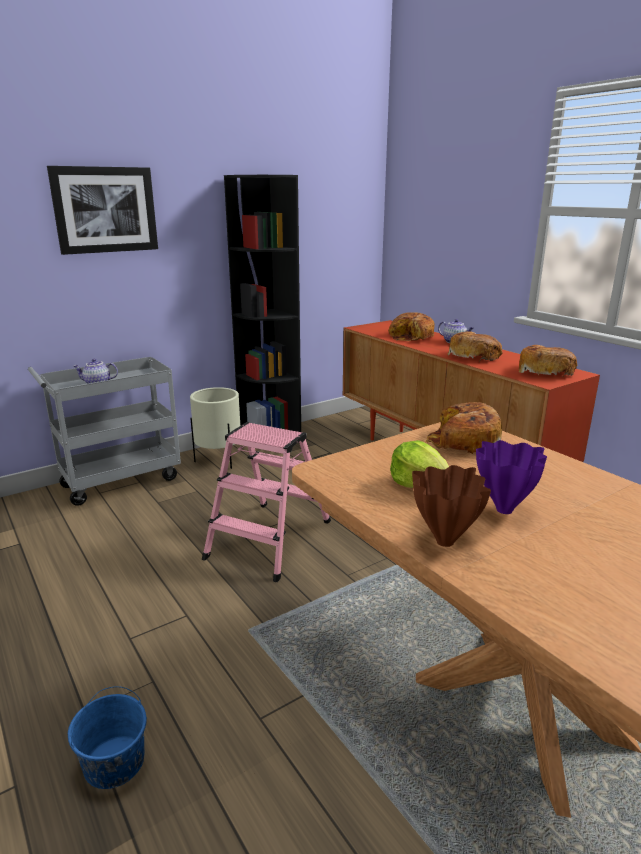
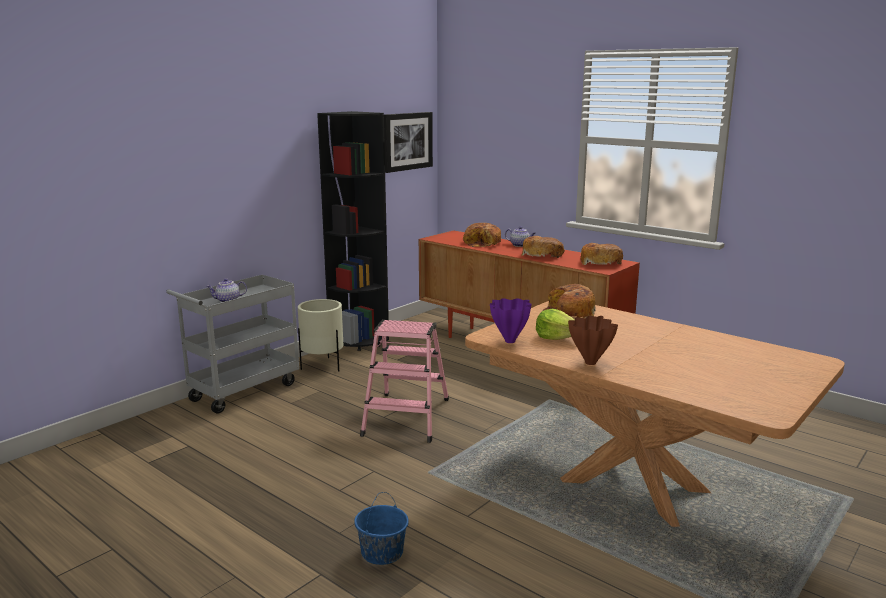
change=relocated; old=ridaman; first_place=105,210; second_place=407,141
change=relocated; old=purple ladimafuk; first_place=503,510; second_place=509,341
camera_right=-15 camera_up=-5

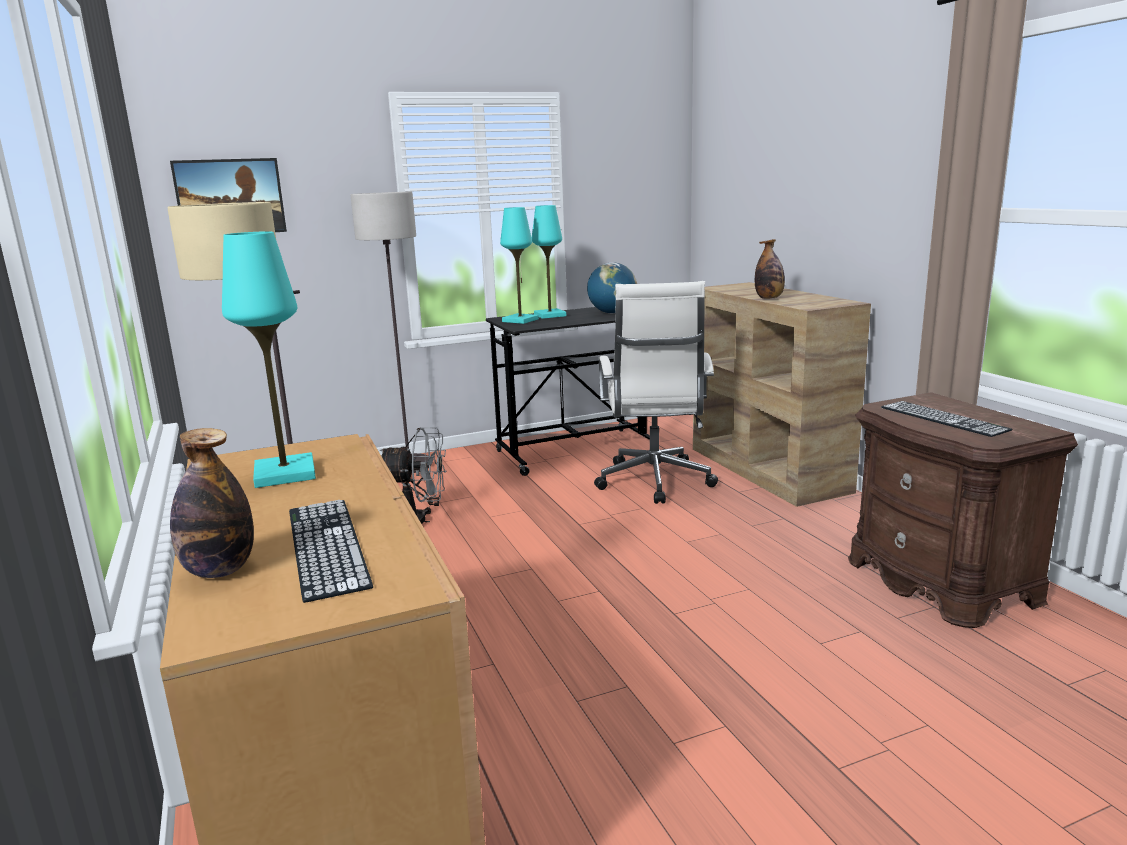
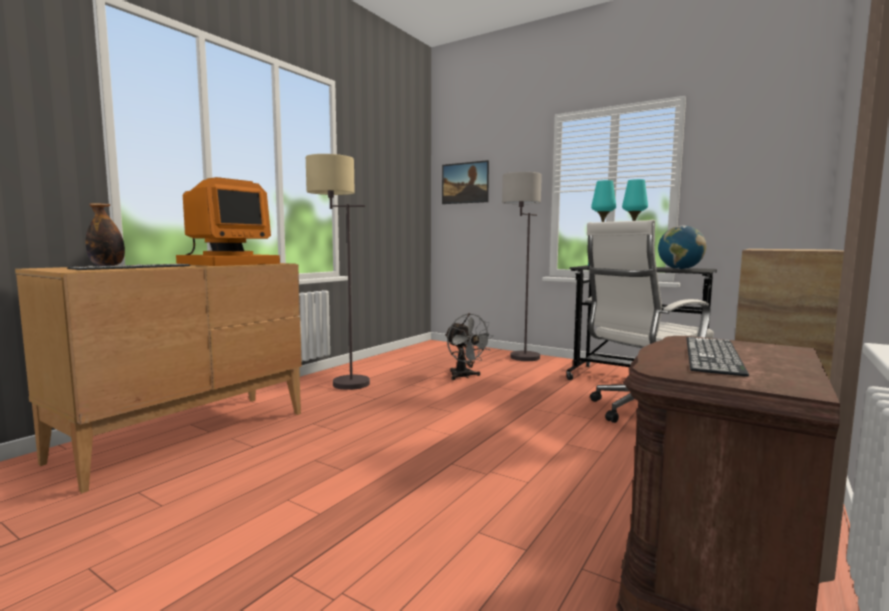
change=exchanged; old=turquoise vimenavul; new=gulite; first_place=284,474; second_place=228,263
change=missing; old=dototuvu; first_place=769,298
camera_right=55 camera_up=-10

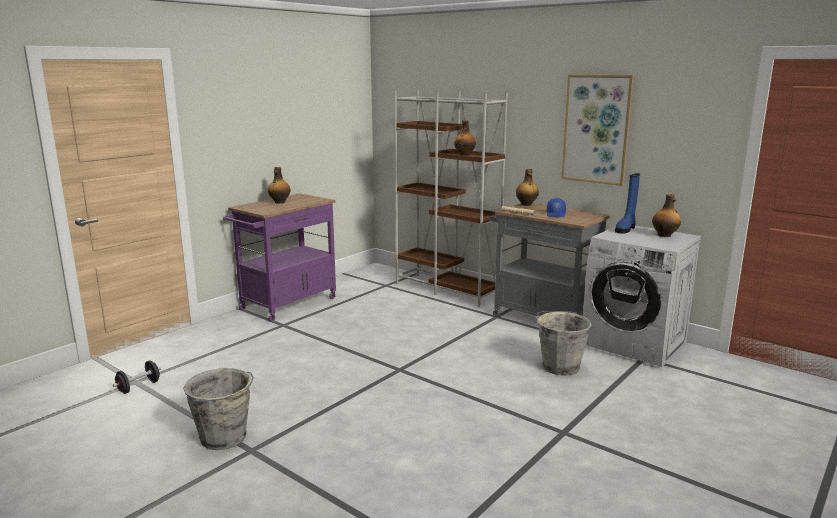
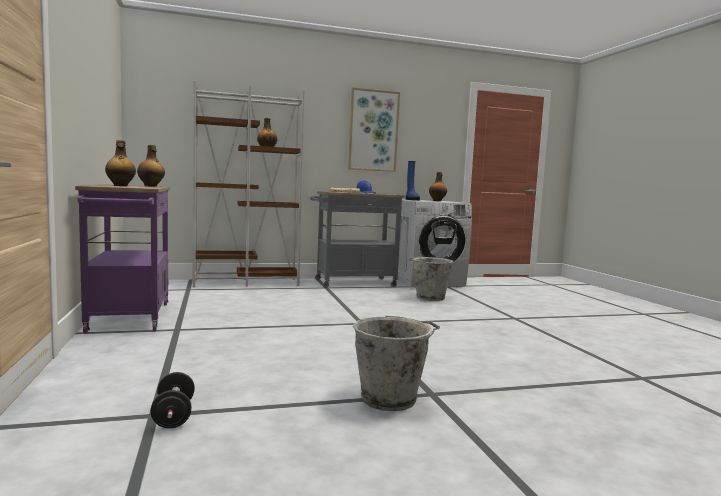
change=relocated; old=dototuvu; first_place=526,205; second_place=151,186
camera_right=-55 camera_up=-10

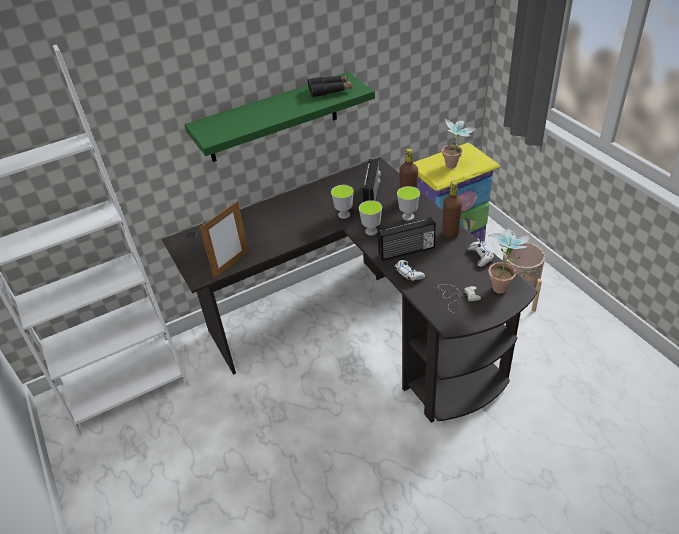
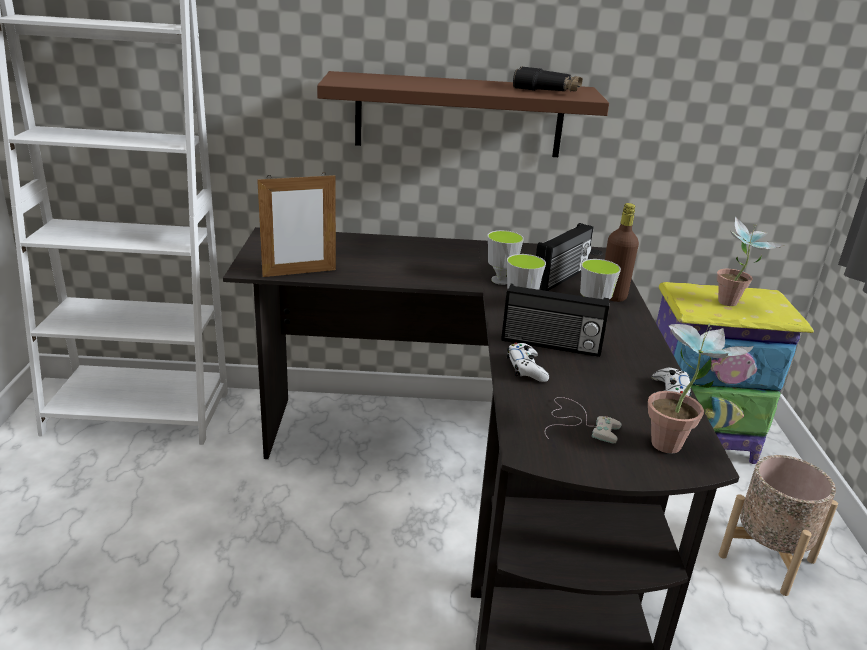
change=colour; old=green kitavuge; new=brown kitavuge; first_place=273,118; second_place=459,115
change=missing; old=brown dototuvu; first_place=450,233
camera_right=25 camera_up=-15

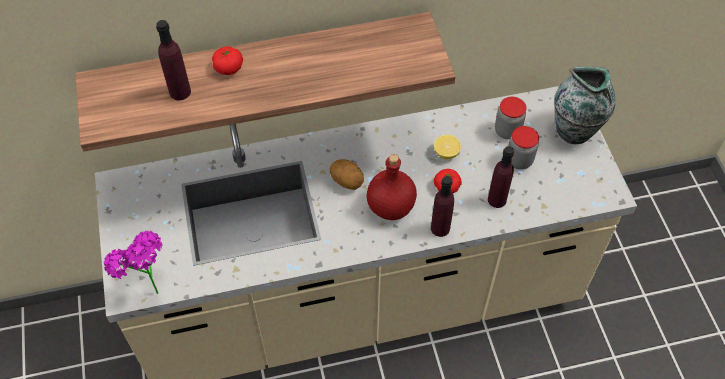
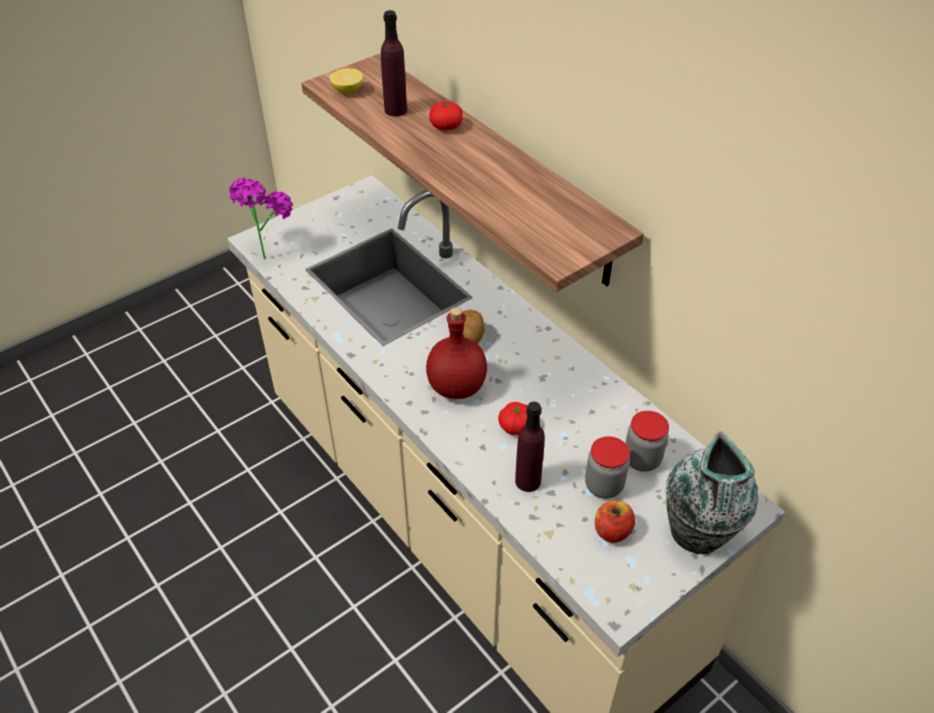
change=relocated; old=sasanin; first_place=446,153; second_place=347,91
change=missing; old=purple dototuvu; first_place=440,228
change=appeared; new=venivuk; second_place=612,531
camera_right=65 camera_up=-10

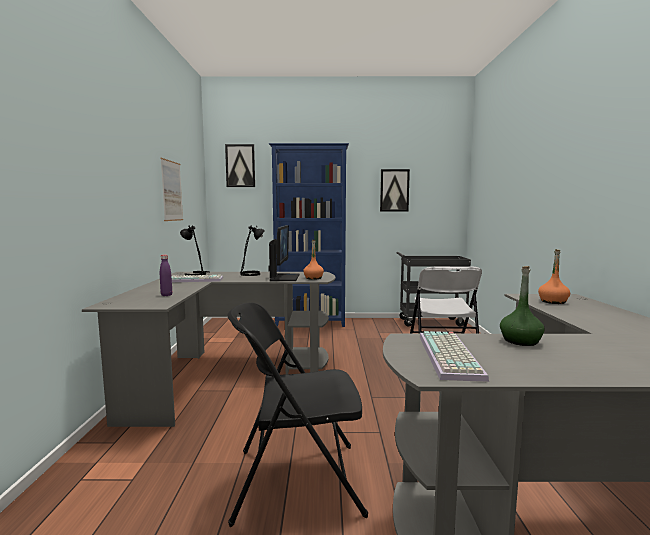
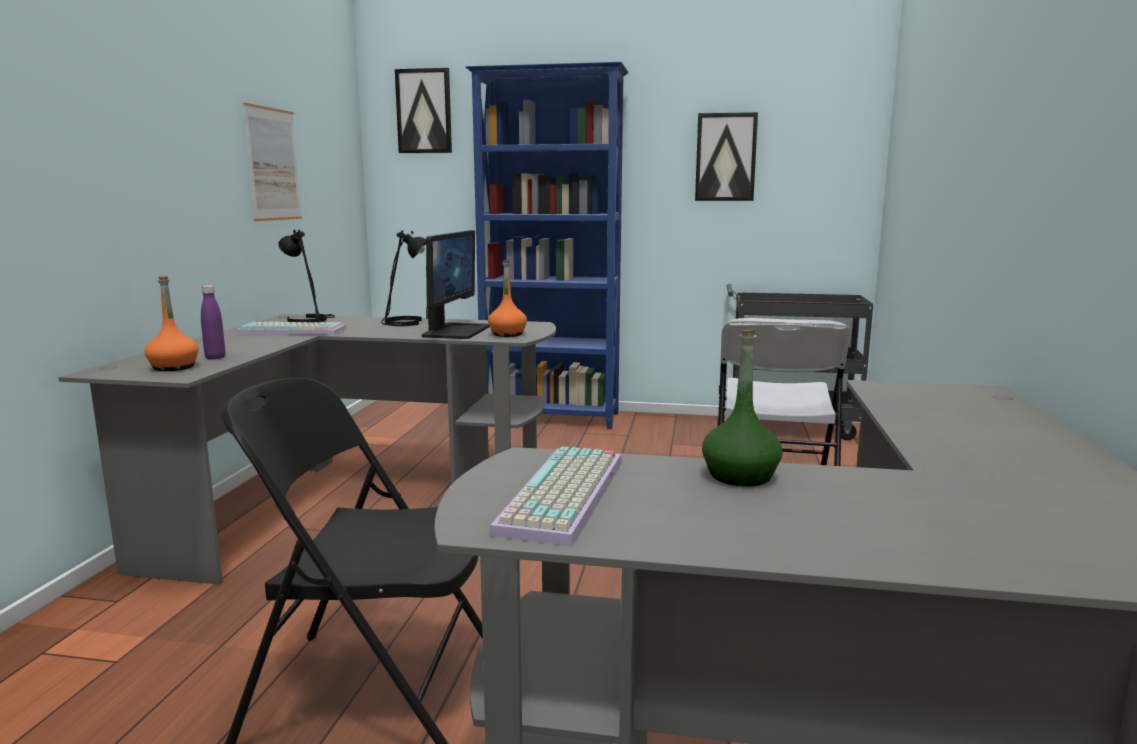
change=relocated; old=orange dototuvu; first_place=553,301; second_place=174,367
camera_right=10 camera_up=5

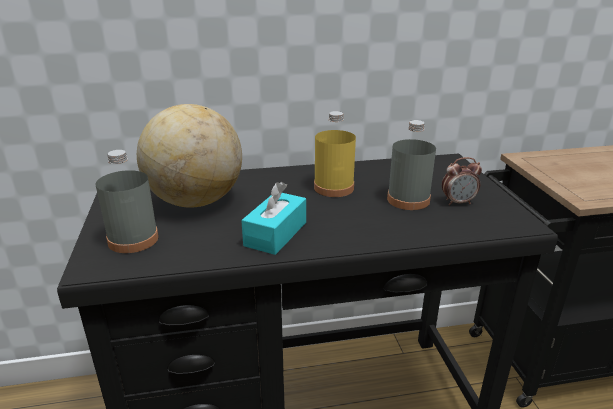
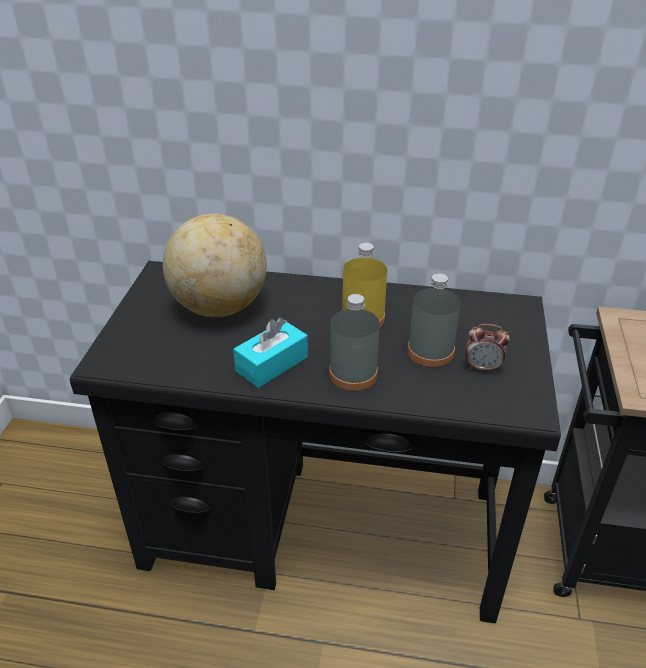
change=relocated; old=grey dototuvu; first_place=133,239; second_place=353,374
camera_right=20 camera_up=10

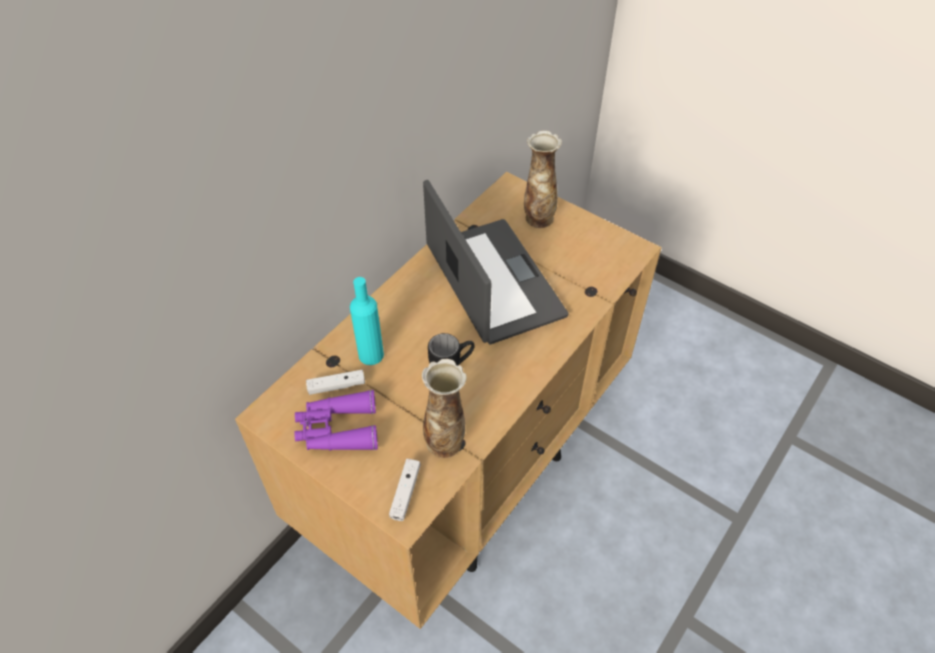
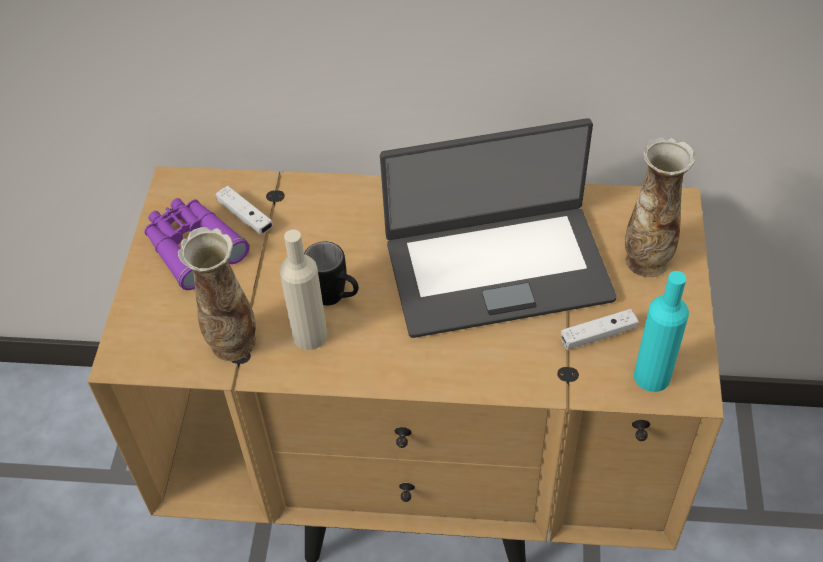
change=spun; old=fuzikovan; first_place=492,281; second_place=497,268; degrees=45
change=relocated; old=turquoise dototuvu; first_place=371,355; second_place=652,376
change=relocated; old=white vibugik; first_place=405,492; second_place=598,335
change=appeared; new=beige dototuvu; second_place=310,335
camera_right=60 camera_up=0

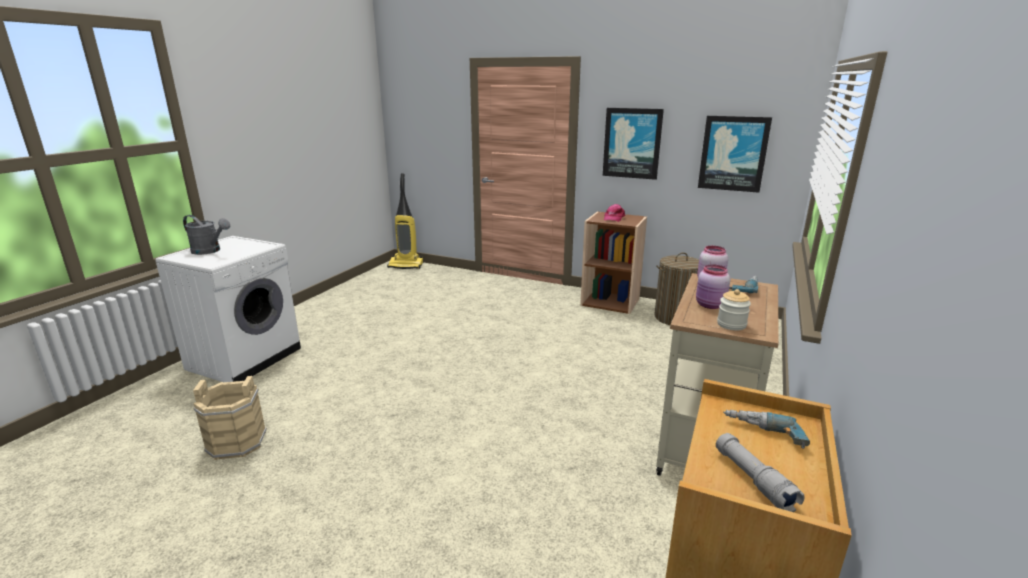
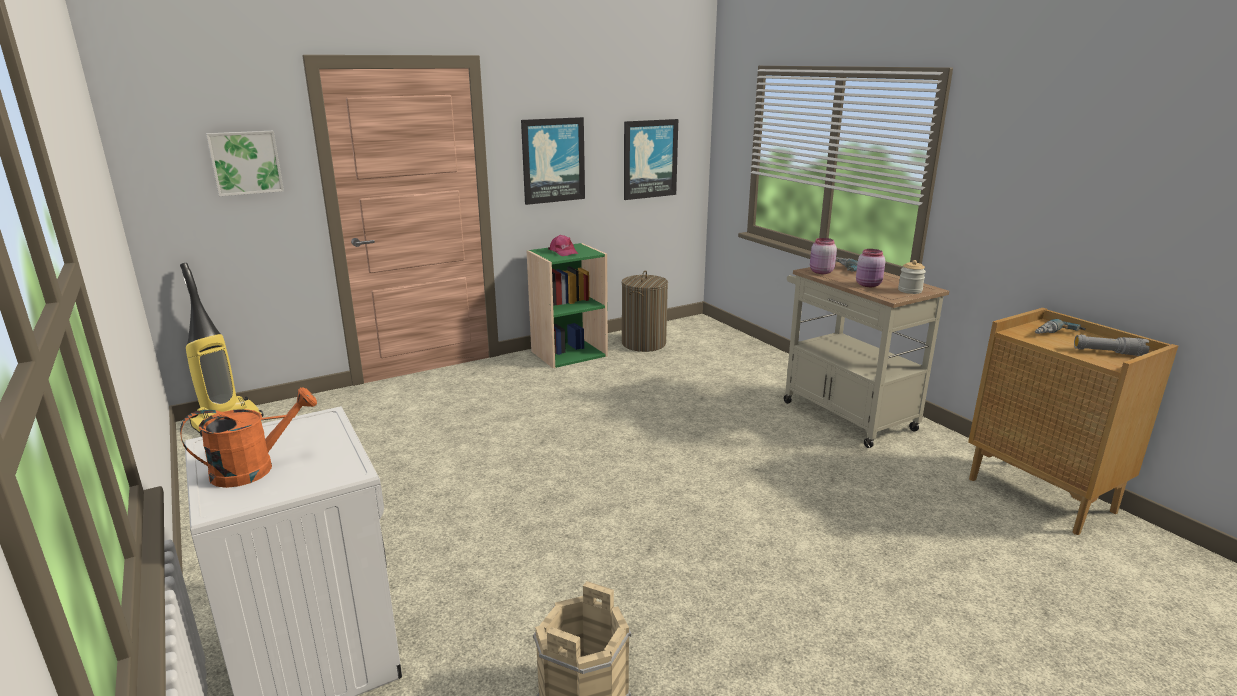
change=colour; old=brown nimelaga; new=green nimelaga; first_place=611,302; second_place=569,353
change=colour; old=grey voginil; new=orange voginil; first_place=210,251; second_place=254,469
change=appeared; new=ridaman; second_place=245,162
camera_right=-55 camera_up=0

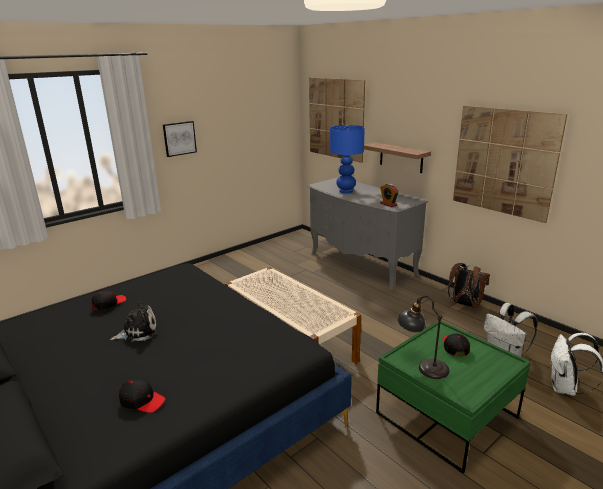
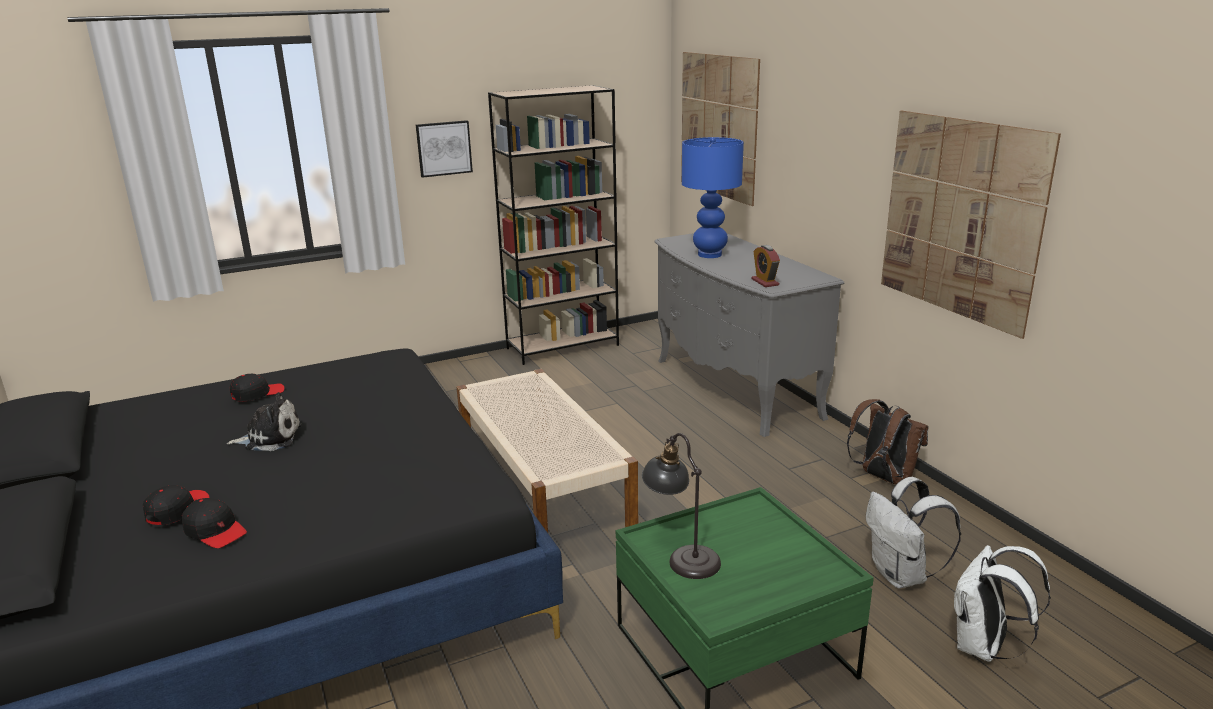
change=missing; old=kitavuge; first_place=401,157
change=relocated; old=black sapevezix; first_place=454,347; second_place=177,510
change=appeared; new=beige nimelaga; second_place=563,346
camera_right=15 camera_up=0

